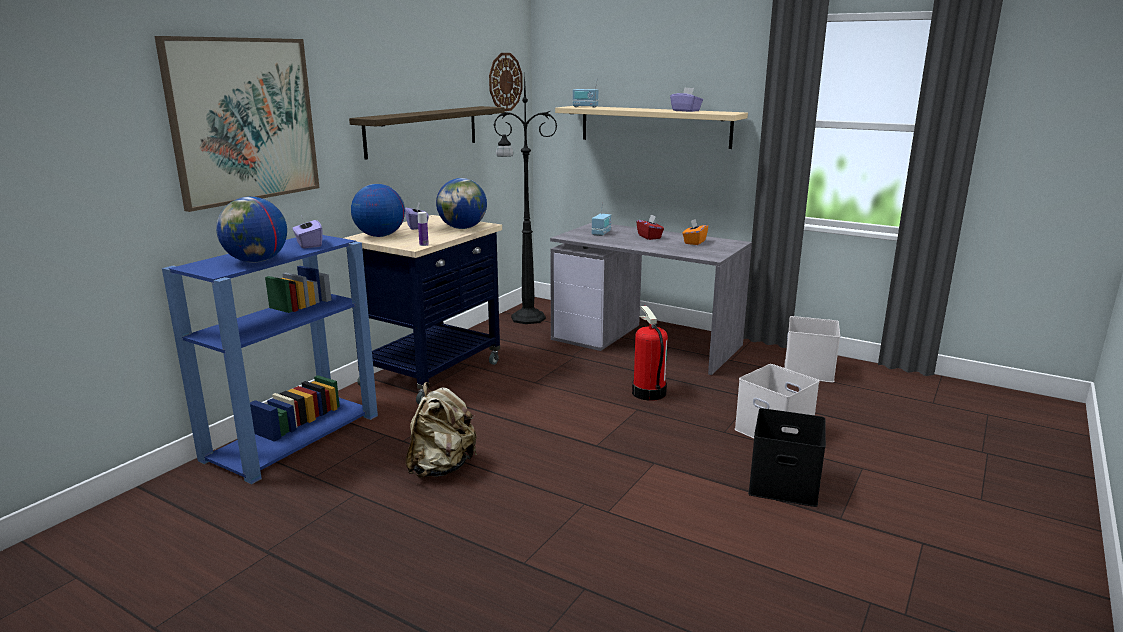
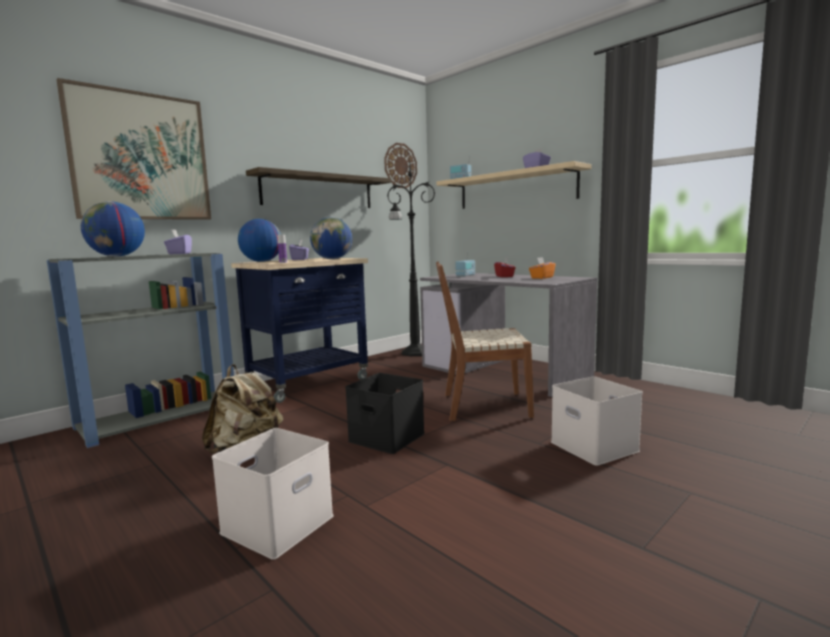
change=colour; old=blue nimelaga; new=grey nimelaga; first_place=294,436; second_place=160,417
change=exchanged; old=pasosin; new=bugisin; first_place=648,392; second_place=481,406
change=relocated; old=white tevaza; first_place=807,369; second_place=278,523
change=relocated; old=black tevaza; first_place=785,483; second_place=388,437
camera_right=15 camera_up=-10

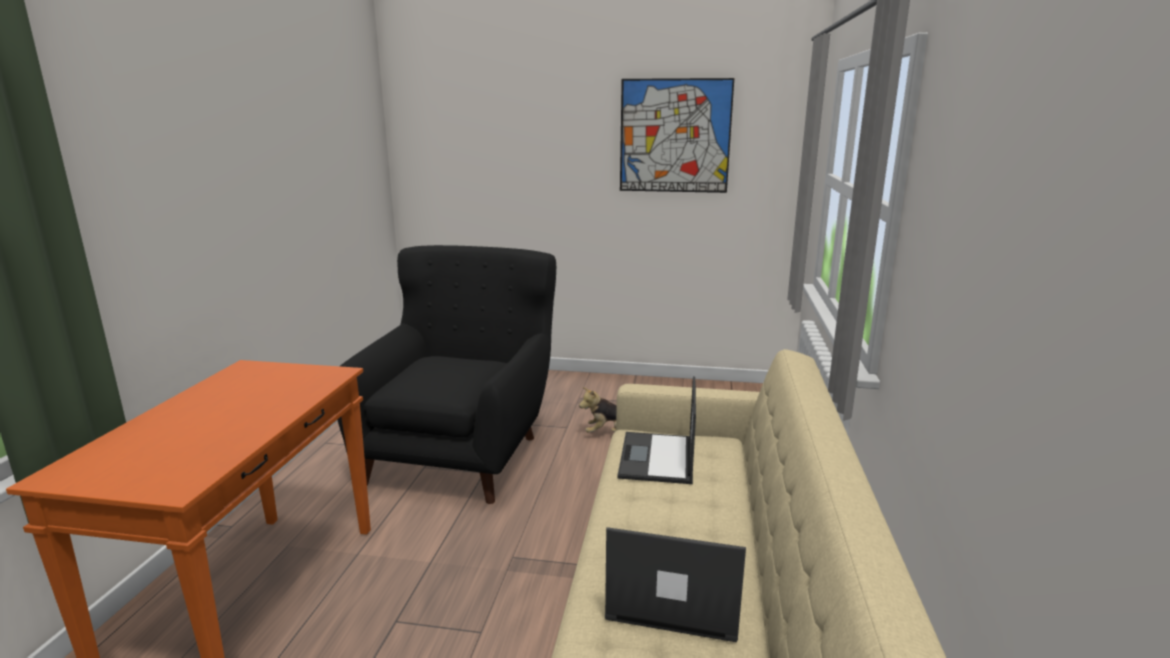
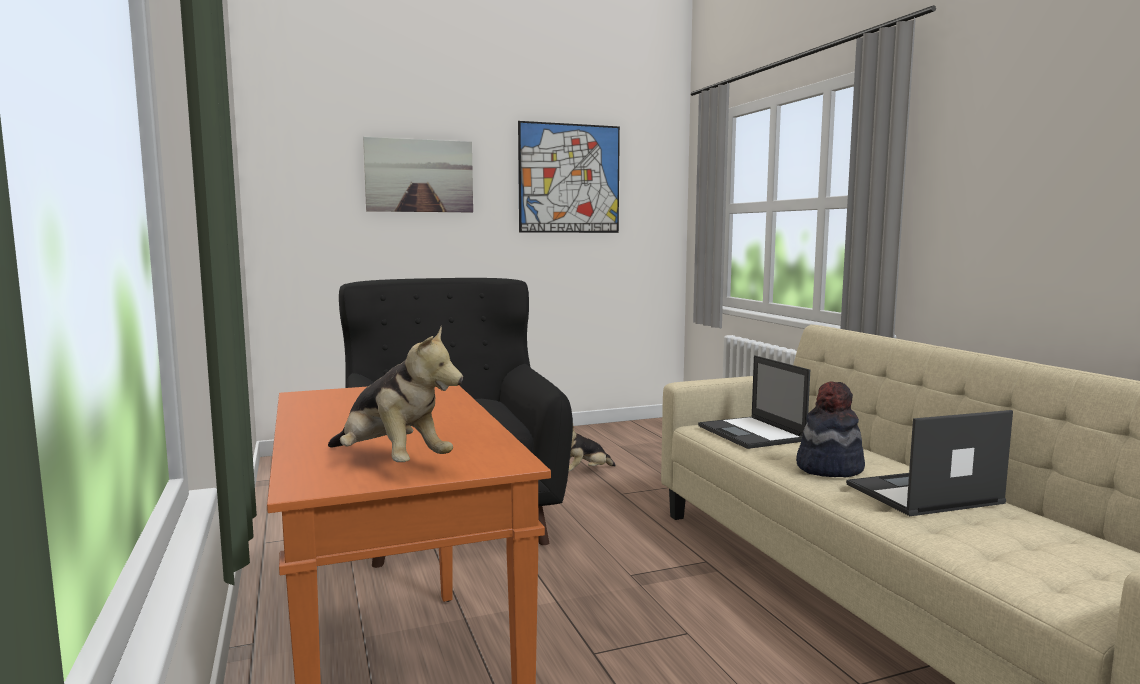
change=appeared; new=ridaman; second_place=419,176
change=appeared; new=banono; second_place=391,463
change=appeared; new=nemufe; second_place=828,468
camera_right=-30 camera_up=-10

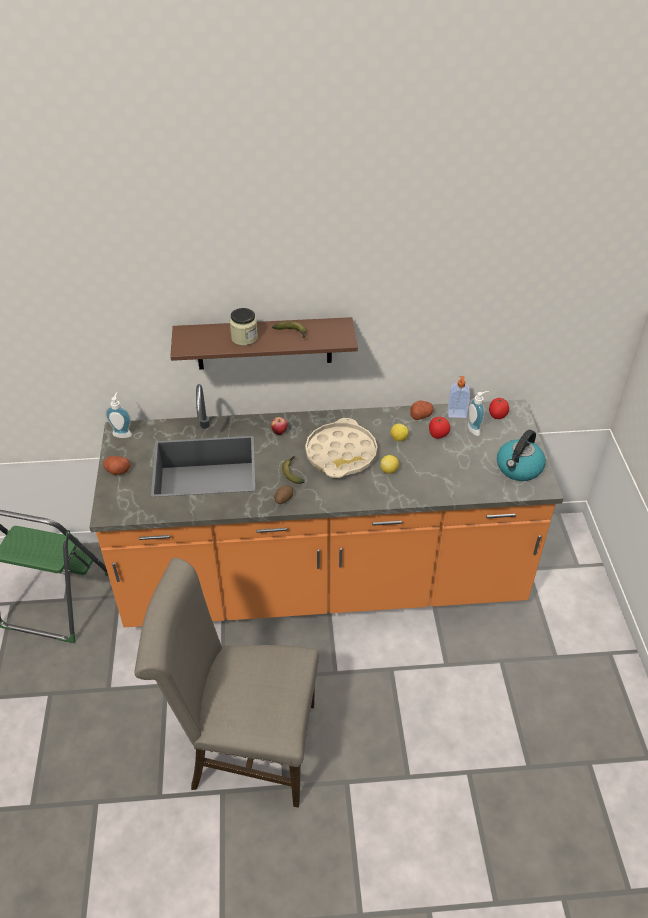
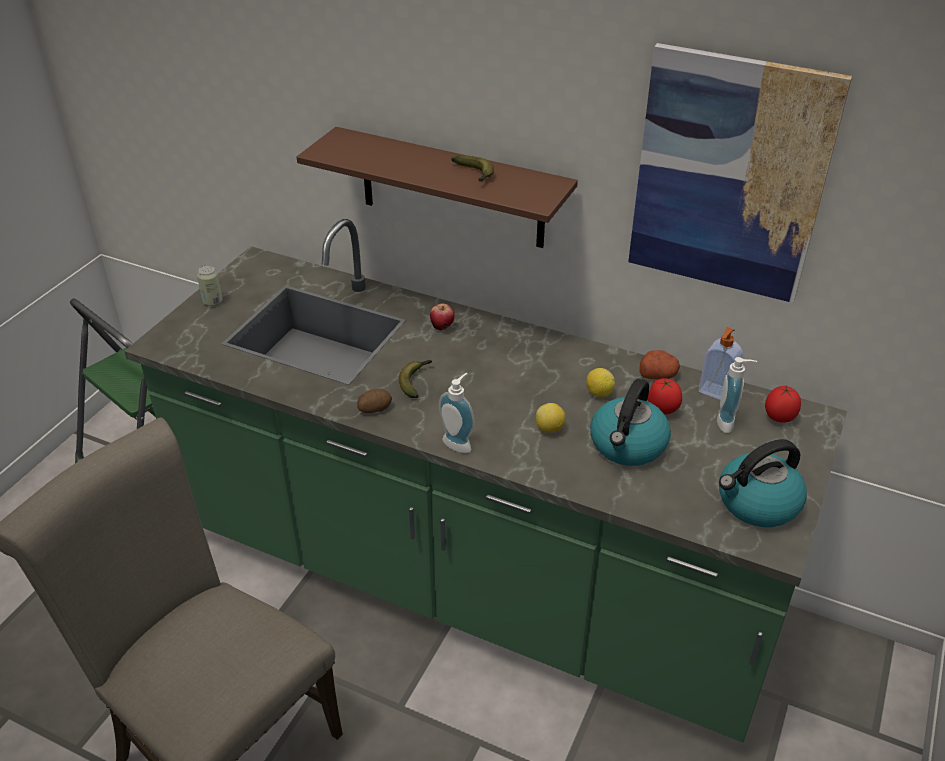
change=missing; old=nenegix; first_place=244,338
change=colour; old=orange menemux; new=green menemux; first_place=324,581; second_place=472,578
change=relocated; old=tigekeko; first_place=123,433; second_place=459,442
change=missing; old=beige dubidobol; first_place=341,454
change=exchanged; old=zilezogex; new=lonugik; first_place=117,470; second_place=212,301
change=appeared; new=ridaman; second_place=729,176
change=appeared; new=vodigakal; second_place=628,445
camera_right=30 camera_up=-5

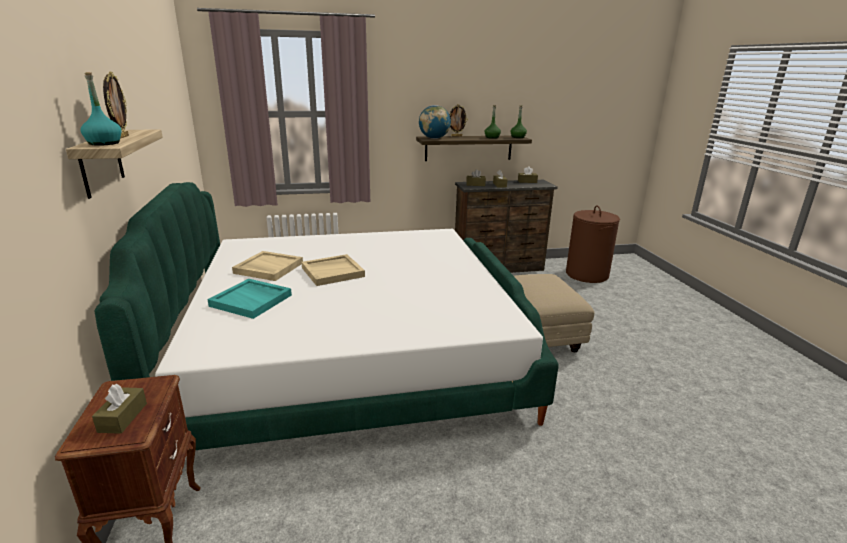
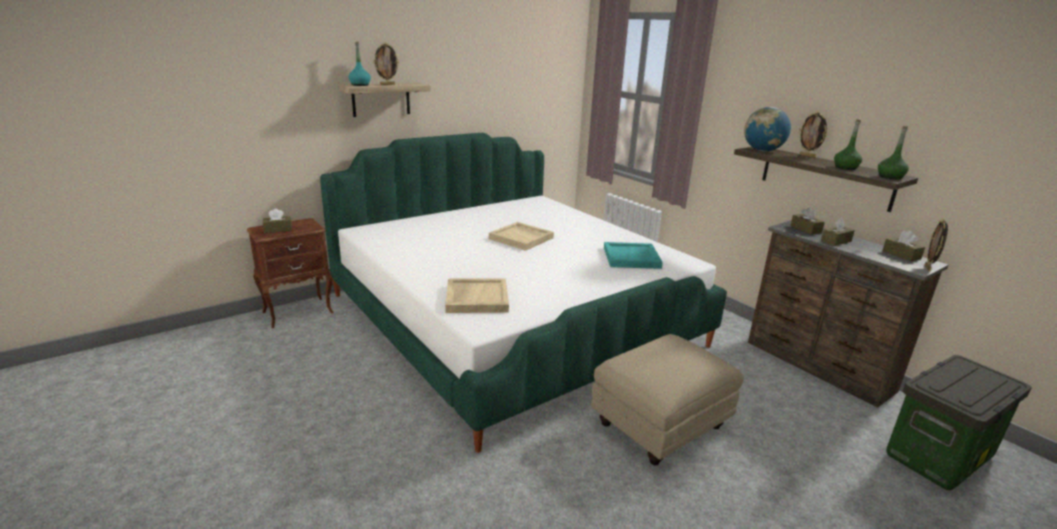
change=exchanged; old=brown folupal; new=tevaza; first_place=587,274; second_place=939,457
change=relocated; old=beige dubidobol; first_place=268,268; second_place=476,298
change=relocated; old=turquoise dubidobol; first_place=252,300; second_place=632,258
change=appeared; new=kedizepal; second_place=928,268
camera_right=65 camera_up=0

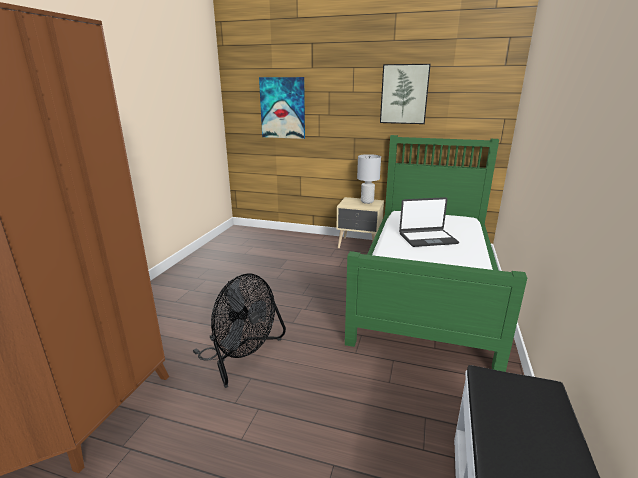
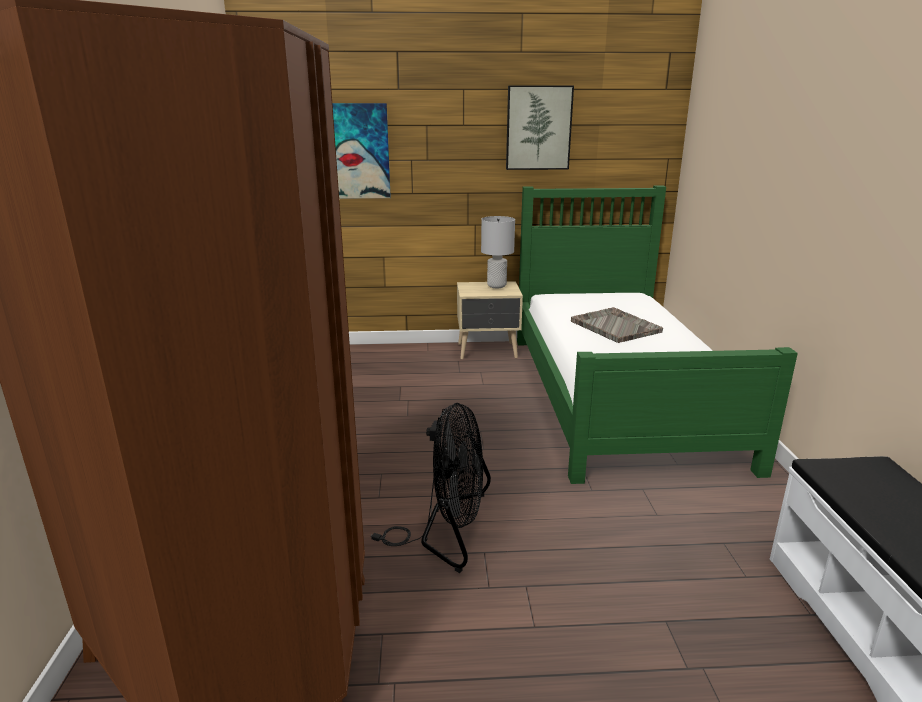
change=exchanged; old=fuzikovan; new=grey dubidobol; first_place=427,238; second_place=614,326
camera_right=-20 camera_up=0

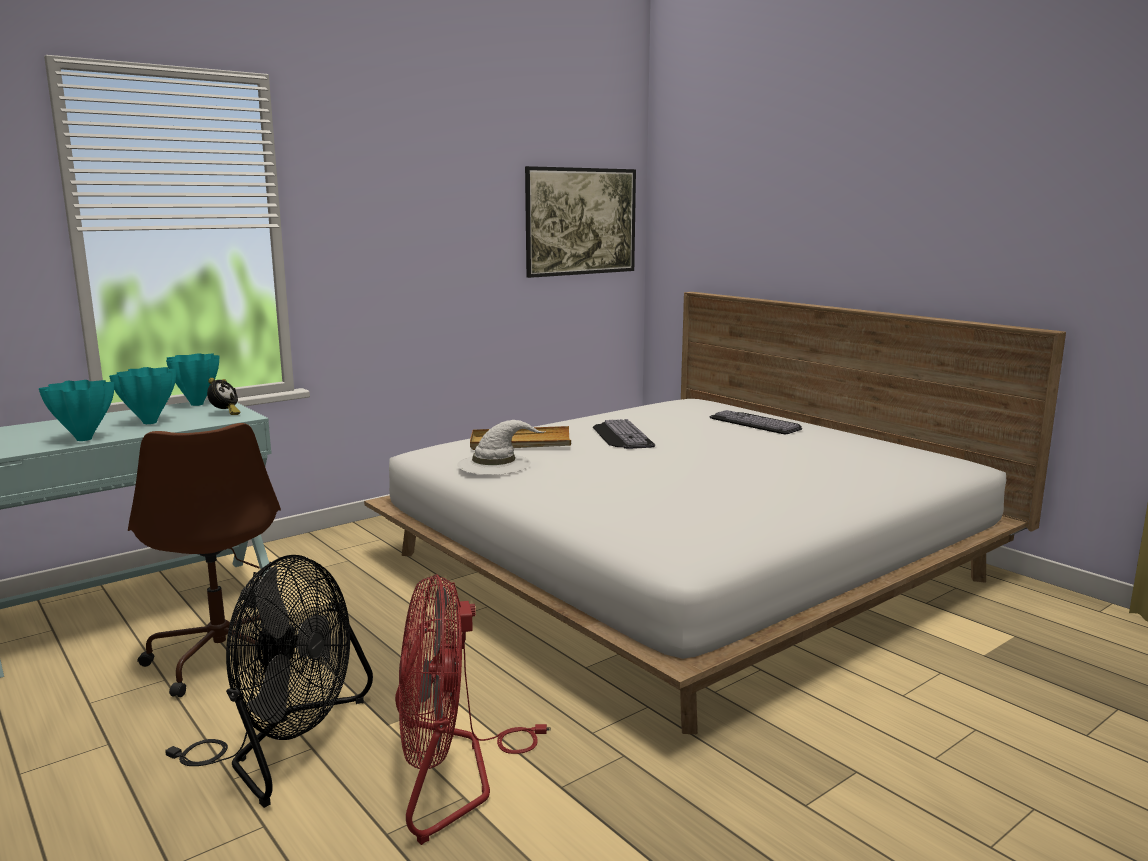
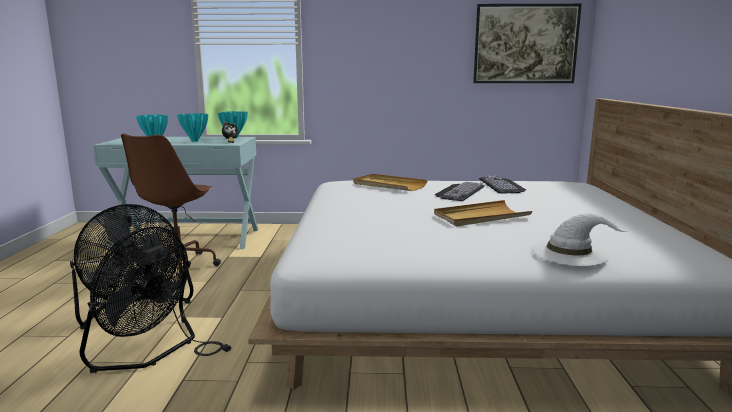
change=relocated; old=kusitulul; first_place=758,422; second_place=503,185
change=relocated; old=white nemufe; first_place=495,464; second_place=570,253
change=colour; old=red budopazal; new=black budopazal; first_place=453,768; second_place=162,347
change=appeared; new=beige dubidobol; second_place=481,217
camera_right=40 camera_up=0

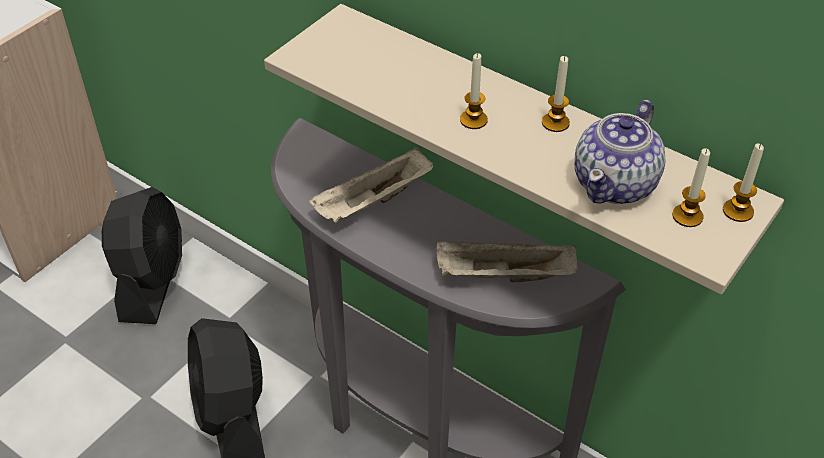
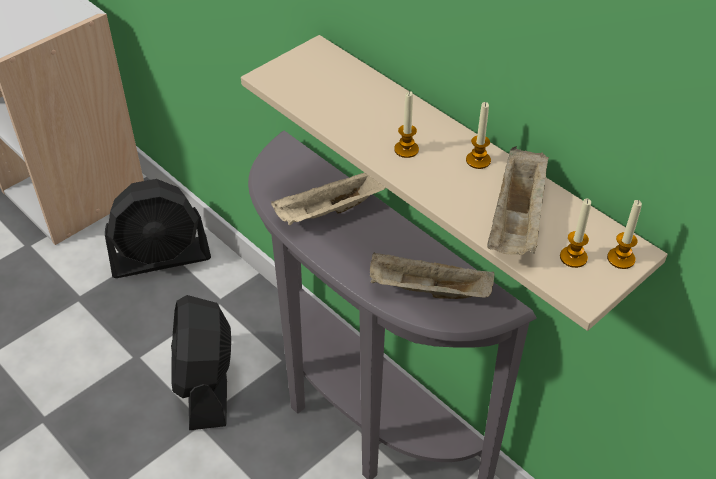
change=exchanged; old=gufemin; new=beige dubidobol; first_place=616,183; second_place=517,220
change=spun; old=black budopazal; first_place=152,281; second_place=161,258; degrees=60
camera_right=10 camera_up=0

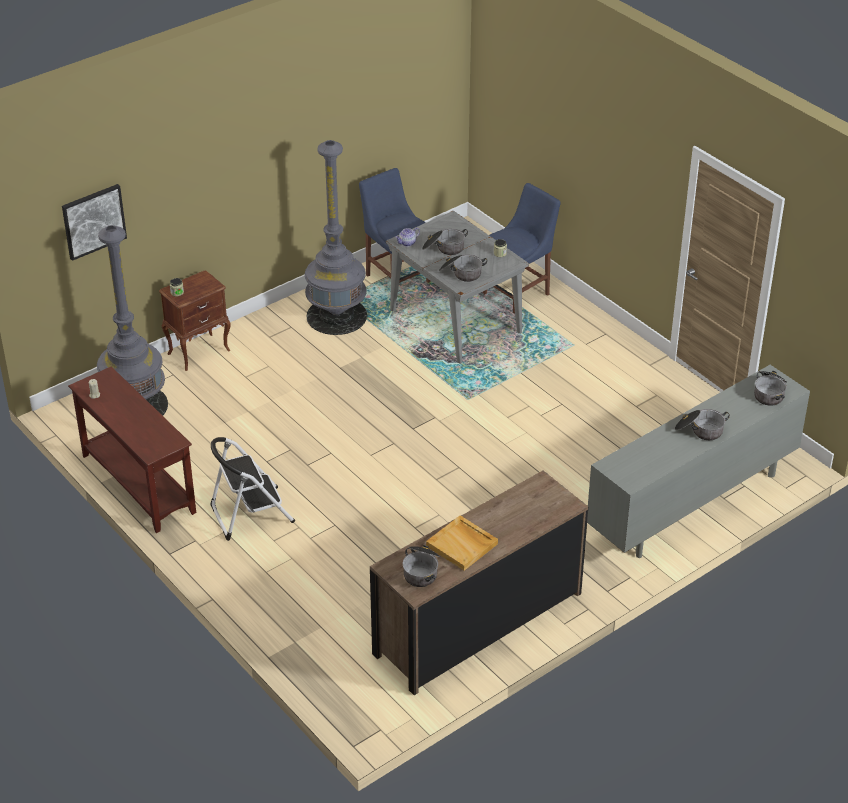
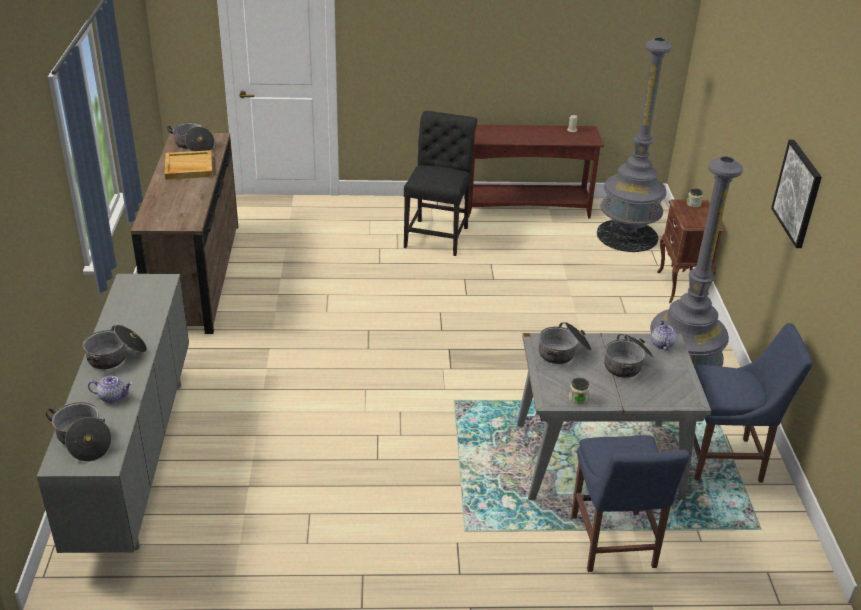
change=relocated; old=ridaman; first_place=93,221; second_place=797,193
change=exchanged; old=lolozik; new=black bugisin; first_place=249,514; second_place=438,235
change=appeared; new=gufemin; second_place=112,397
camera_right=125 camera_up=-5

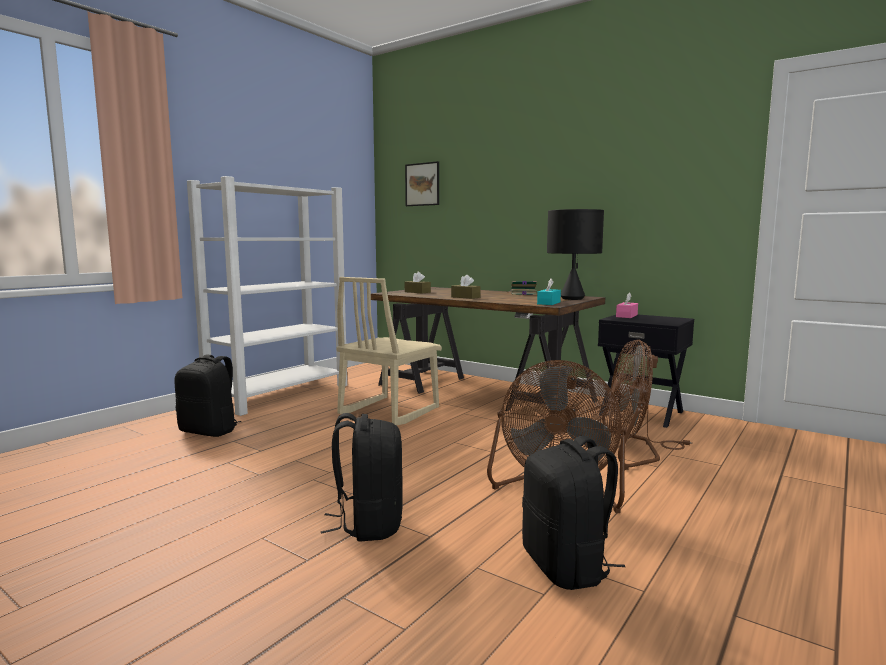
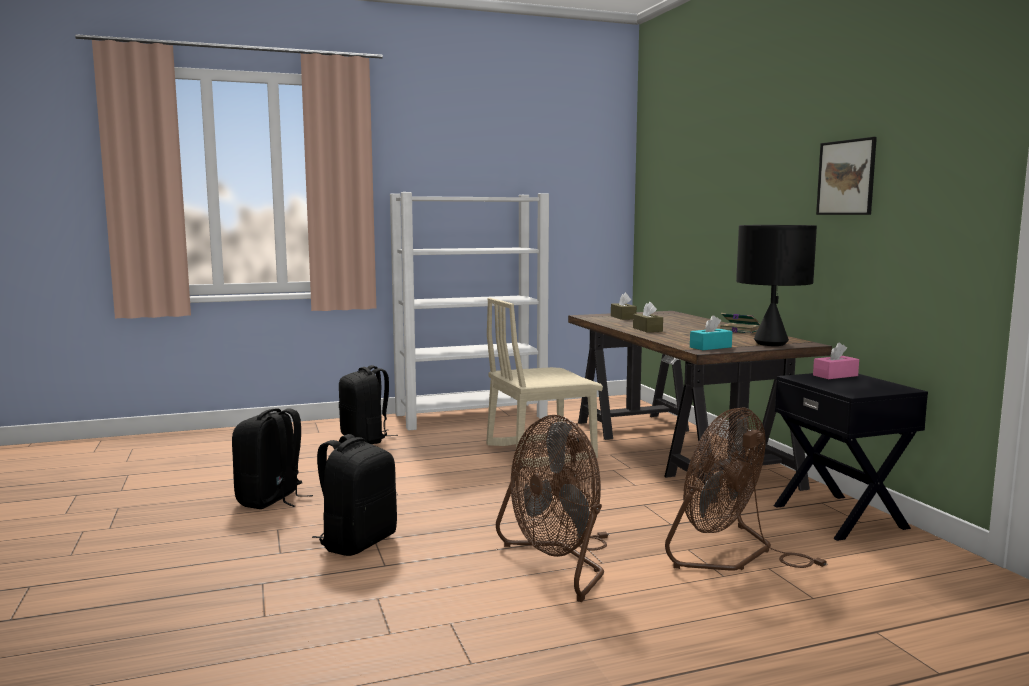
change=relocated; old=ridaman; first_place=422,184; second_place=846,177
change=relocated; old=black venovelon; first_place=567,567; second_place=271,500
camera_right=35 camera_up=0

